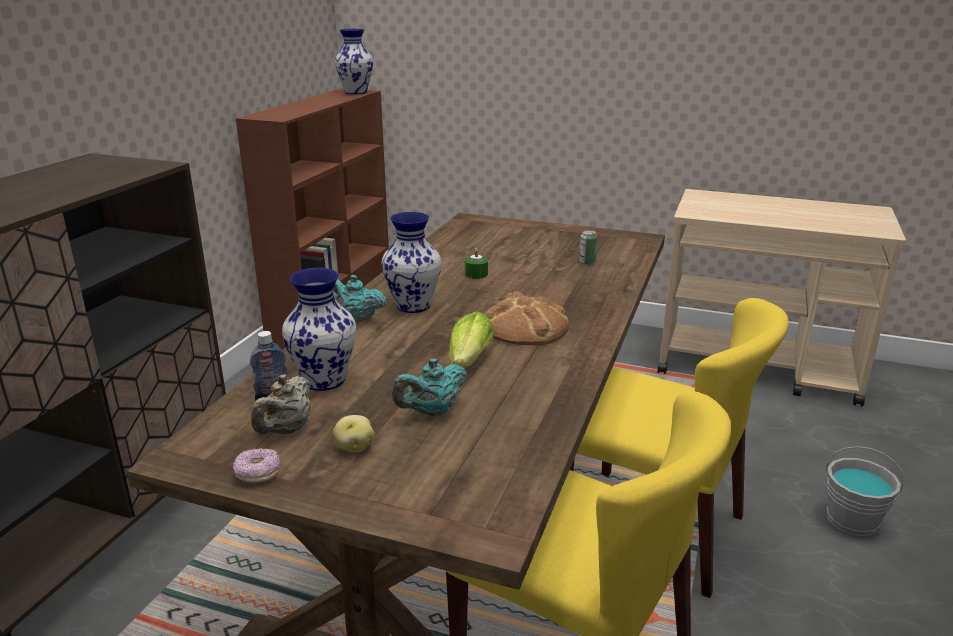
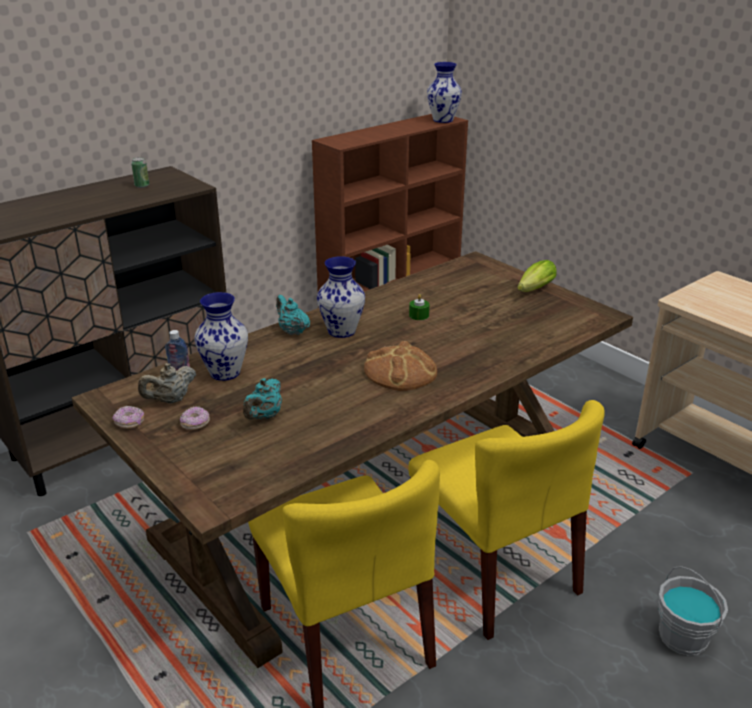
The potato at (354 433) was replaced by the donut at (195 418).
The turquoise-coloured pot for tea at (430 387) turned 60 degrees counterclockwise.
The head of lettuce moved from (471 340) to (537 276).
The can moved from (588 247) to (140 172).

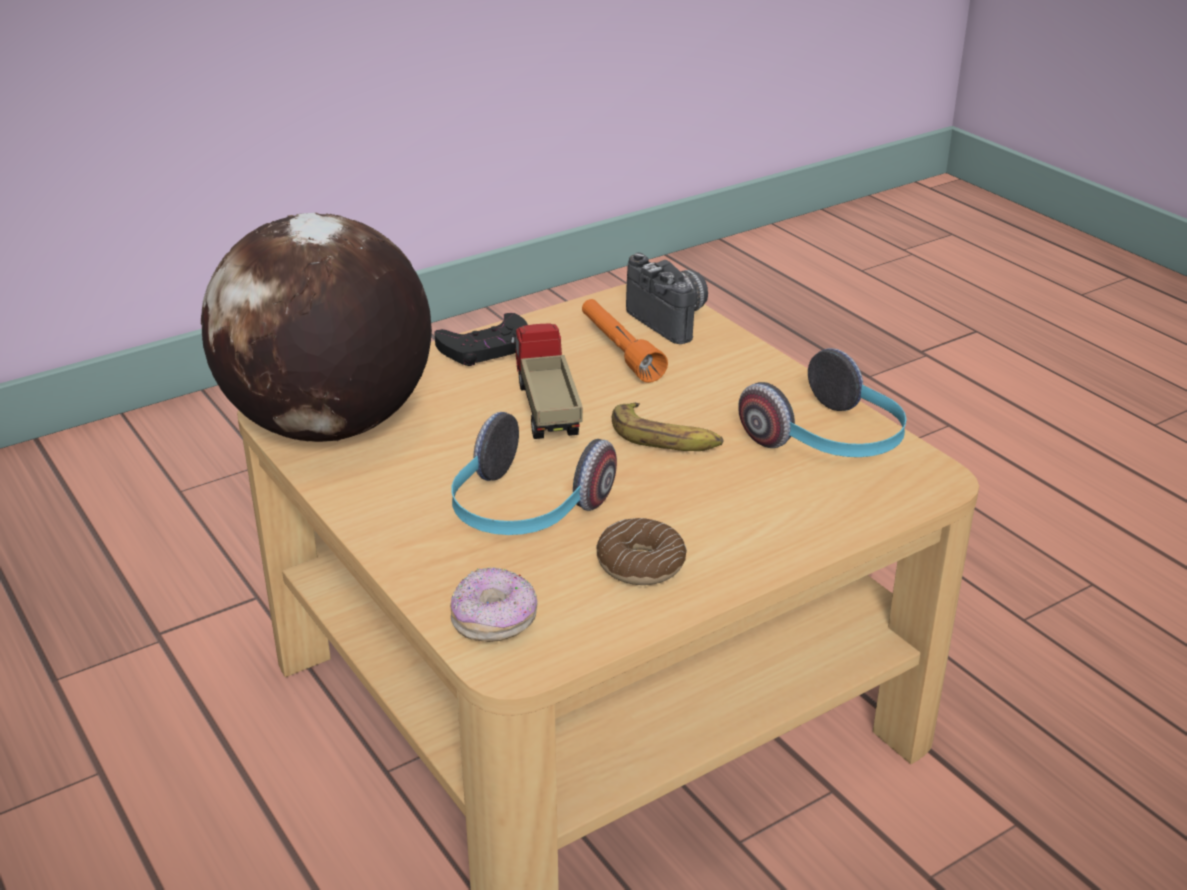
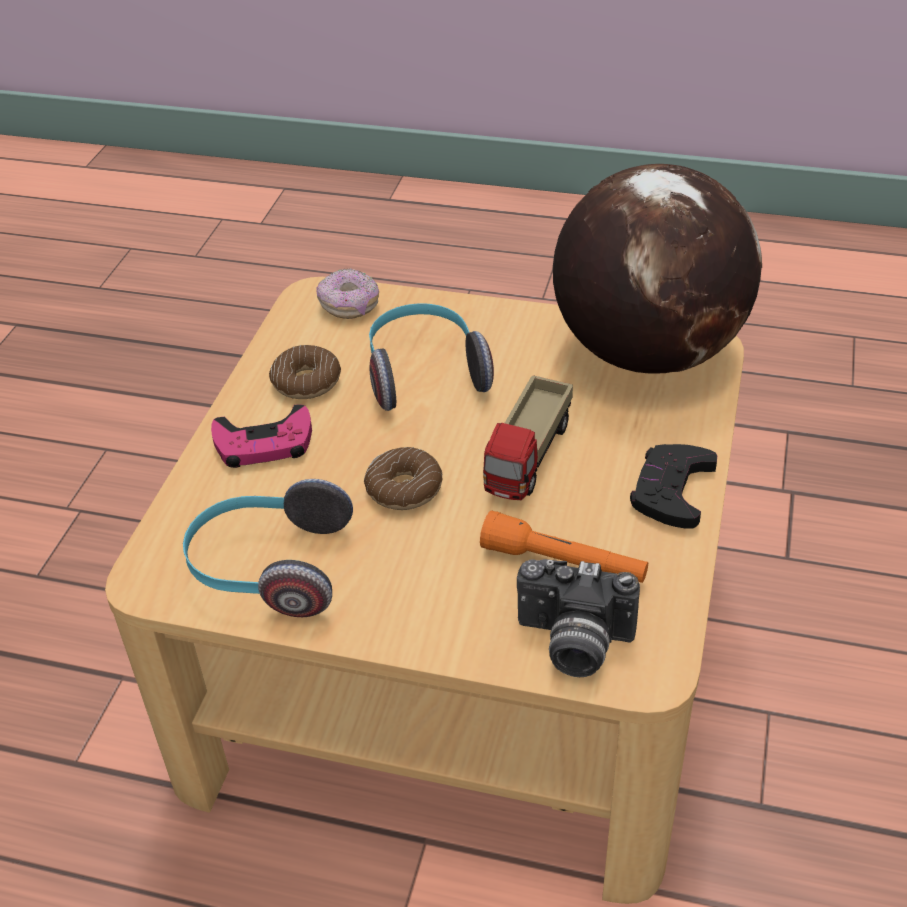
The model truck at (546 381) turned 75 degrees clockwise.
The whole banana at (667 427) was replaced by the donut at (403 478).
The pink-coloured game controller at (261 436) appeared.

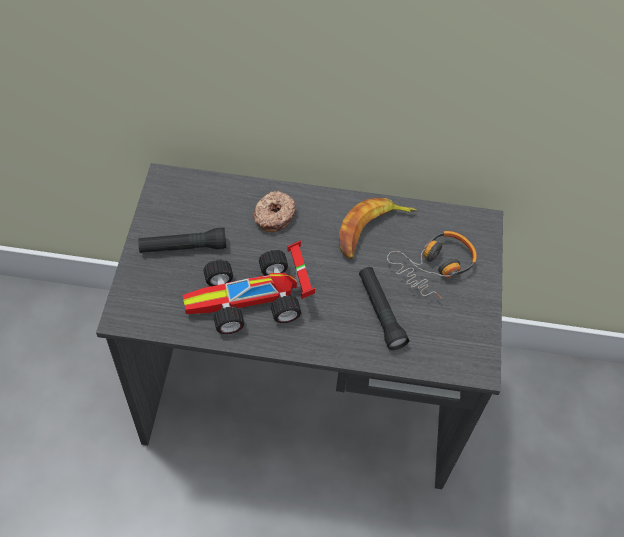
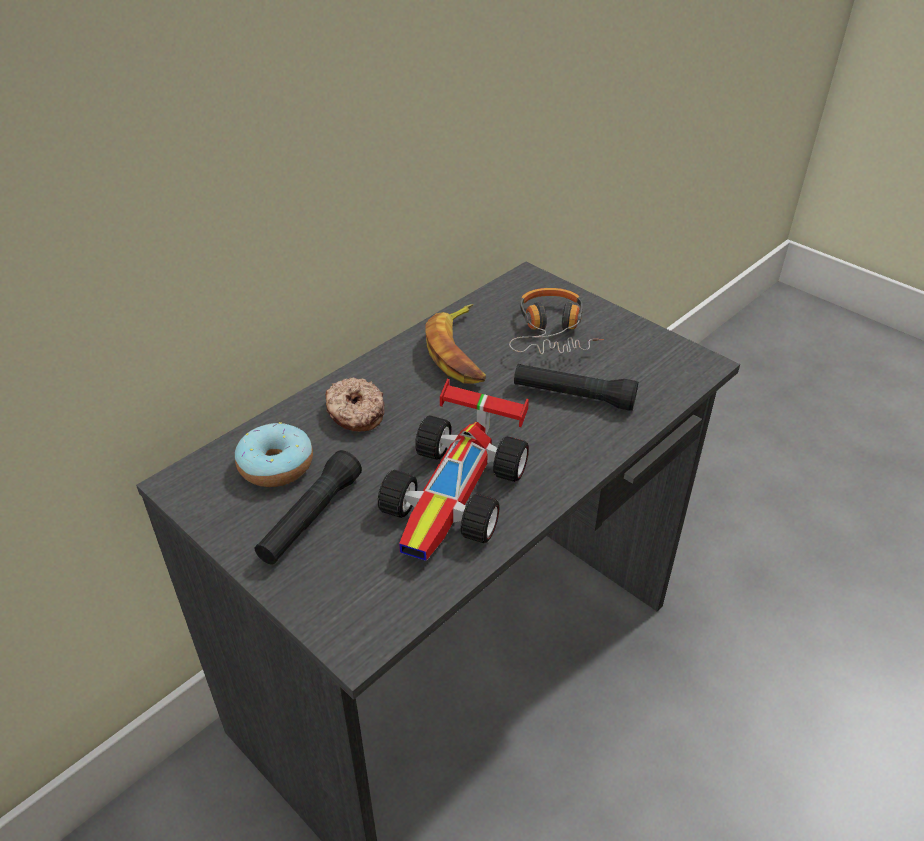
The donut at (274 454) appeared.

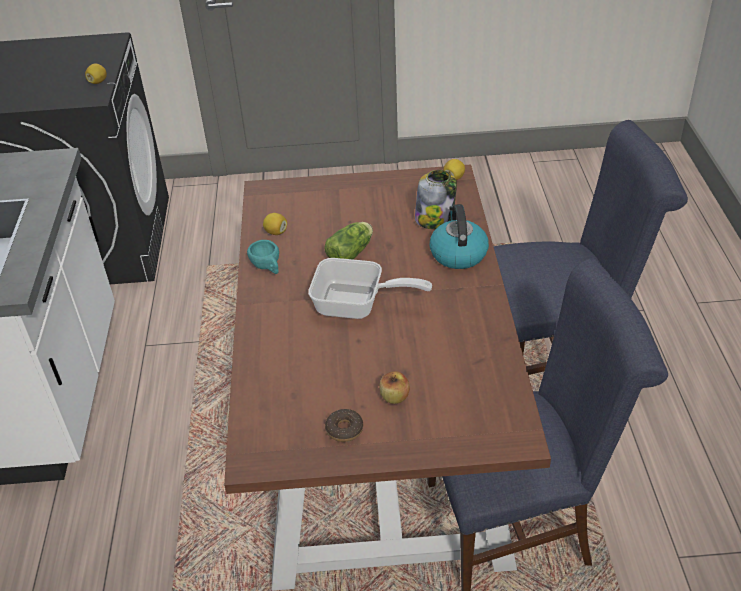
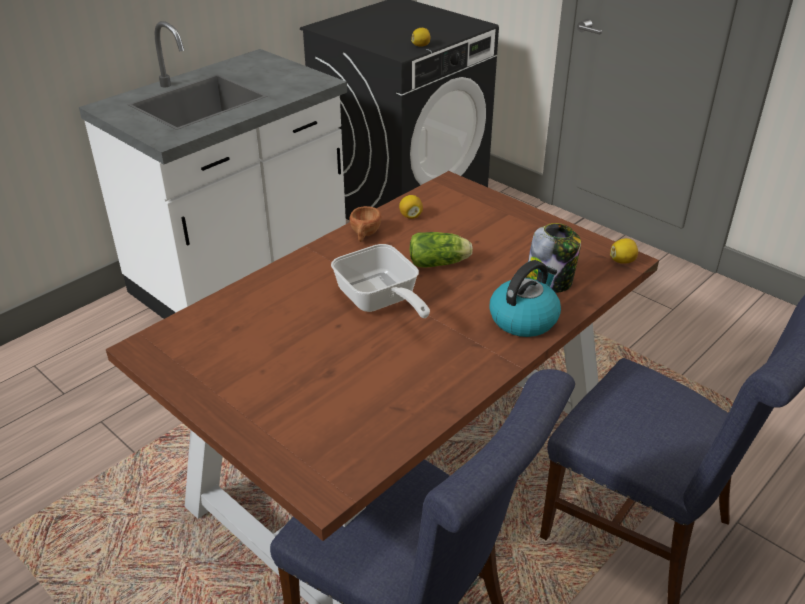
The turquoise-coloured small cup at (263 257) became the brownish small cup at (366 224).
The donut at (344 425) disappeared.
The whole apple at (394 387) disappeared.

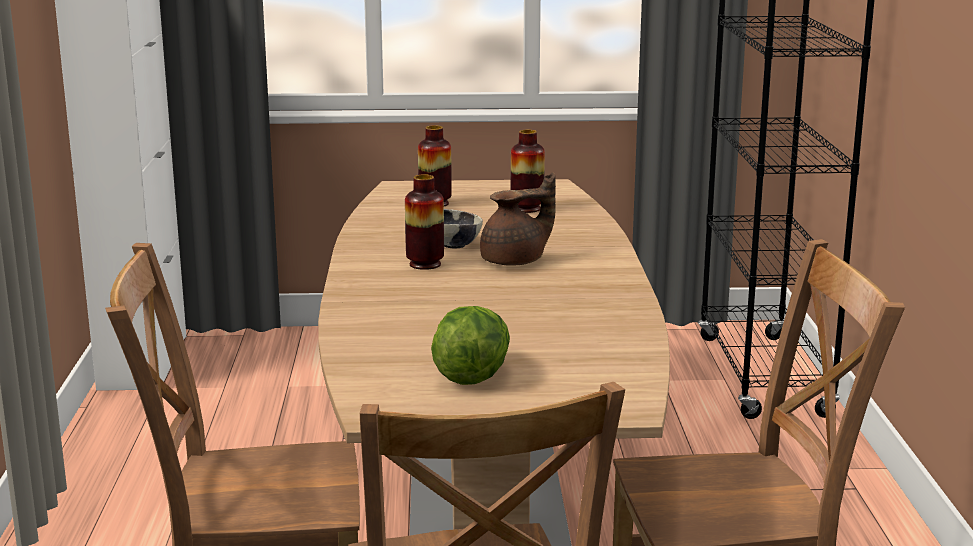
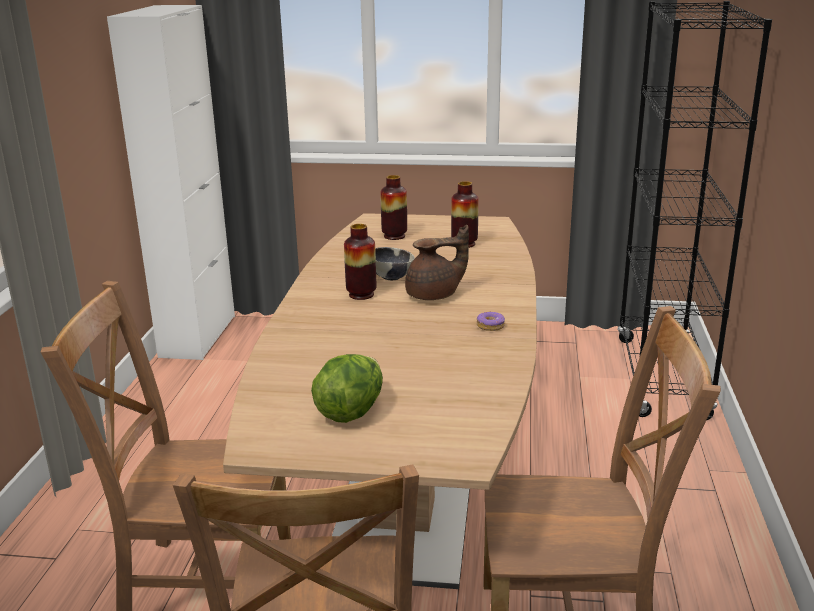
The donut at (491 321) appeared.

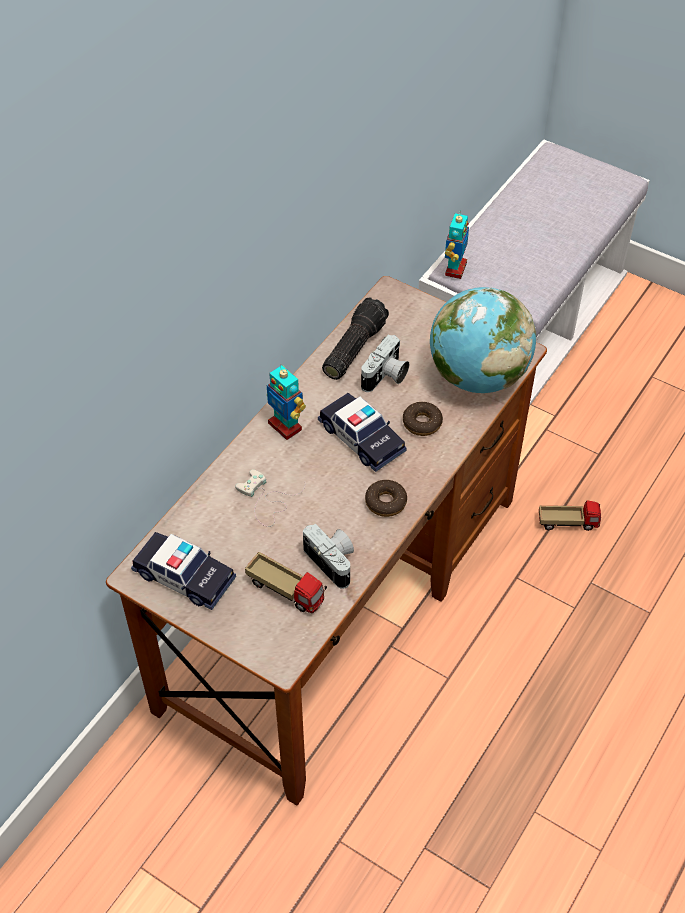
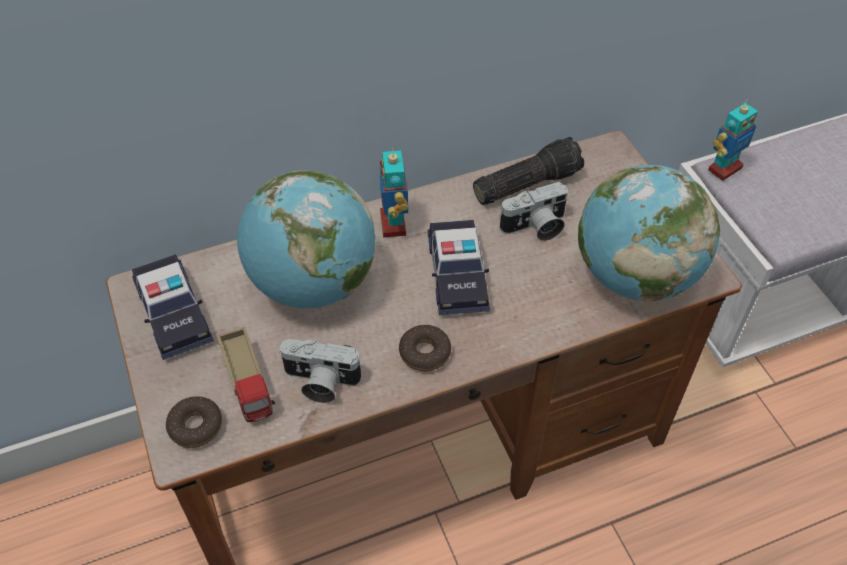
The whitish game controller at (270 498) was replaced by the world globe at (306 239).
The still camera at (328 556) turned 105 degrees clockwise.
The donut moved from (423 418) to (194 422).
The model truck at (570 515) disappeared.

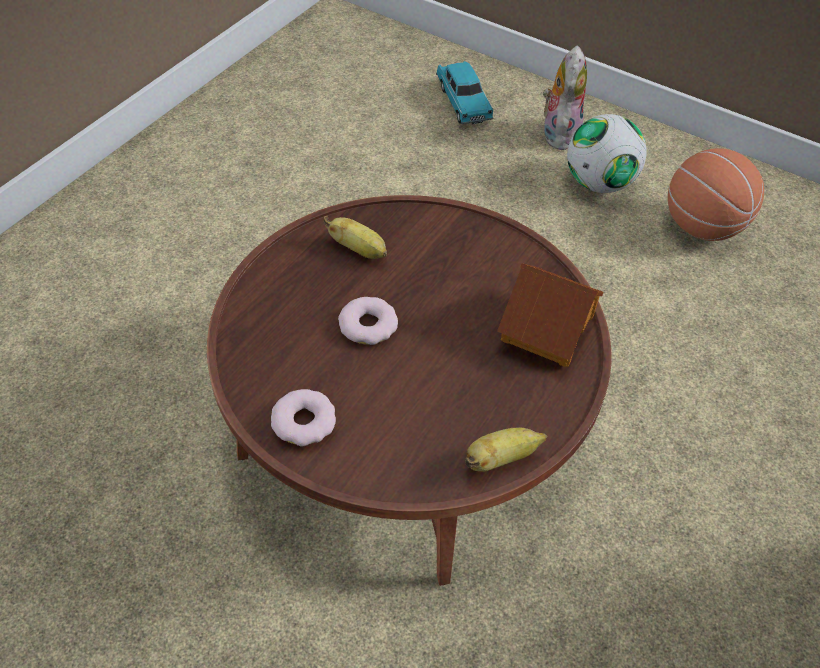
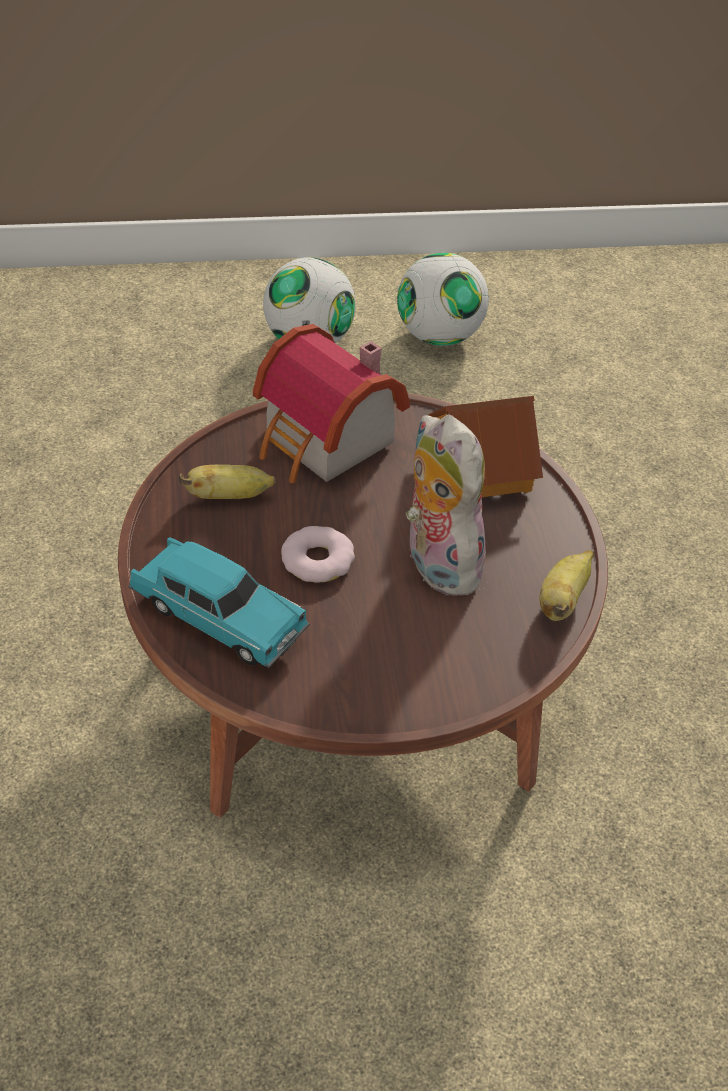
The donut at (303 417) disappeared.
The turquoise-coloured toy car moved from (464 92) to (219 602).
The plush toy moved from (565 97) to (447 505).
The basketball at (716 194) was replaced by the ball for football at (443 299).
The model house at (331 404) appeared.

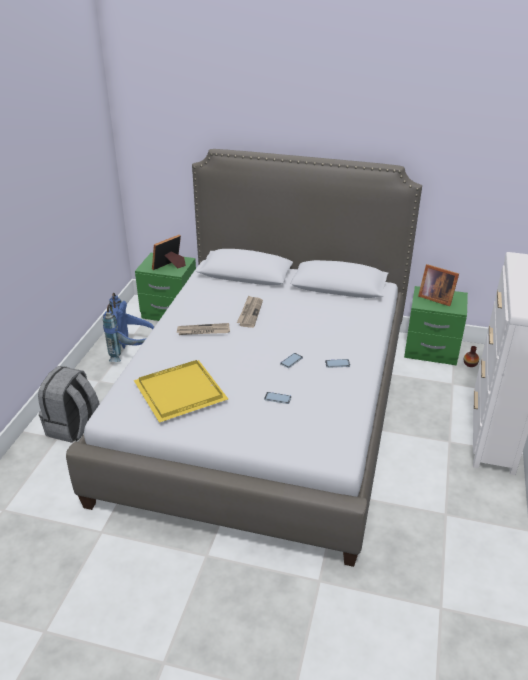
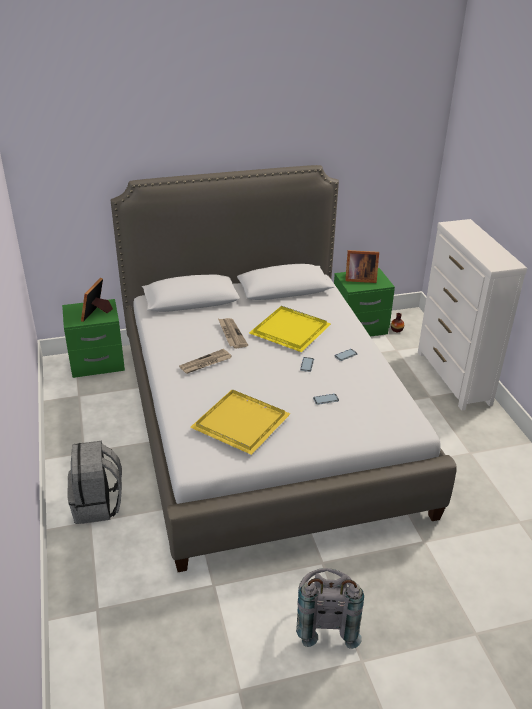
The bluish knapsack at (128 327) disappeared.
The yellow carrying tray at (290 329) appeared.
The grey knapsack at (330 608) appeared.

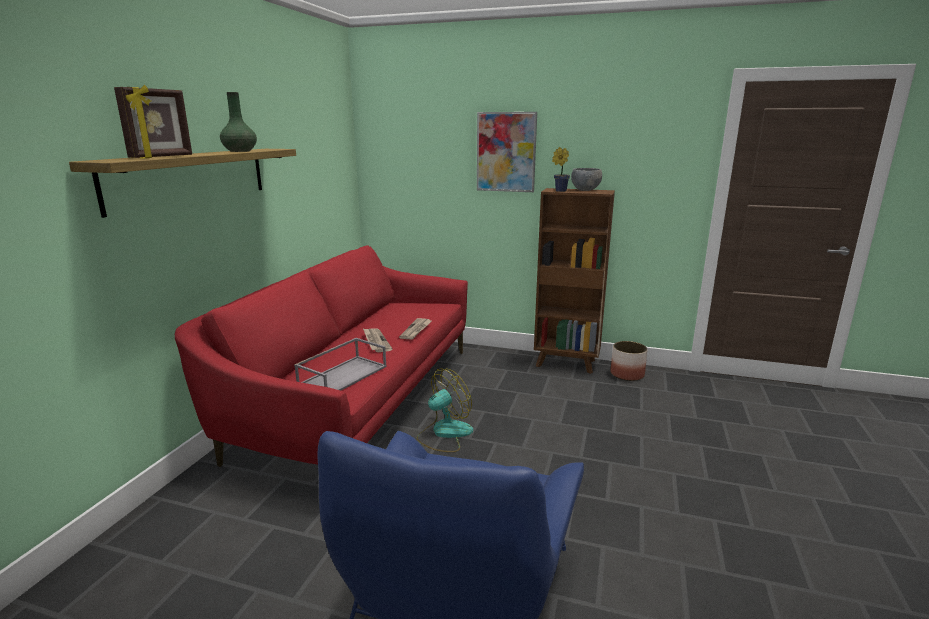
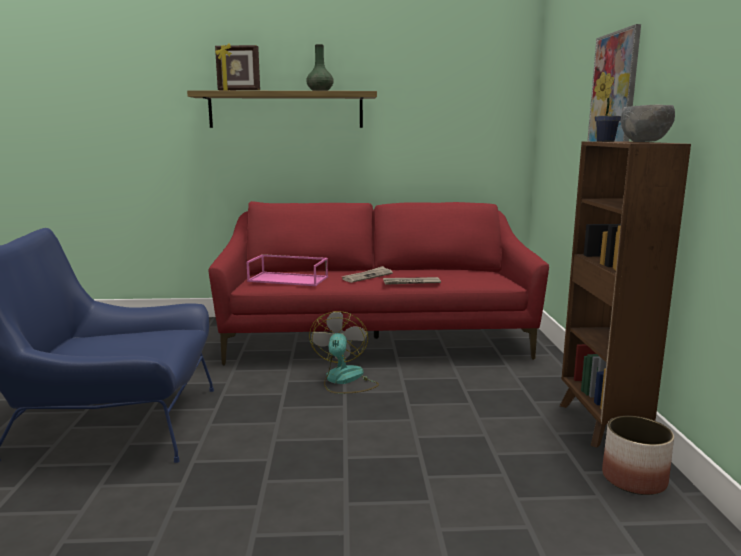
The grey carrying tray at (340 364) became the pink-coloured carrying tray at (287 270).
The cooling fan at (445 410) turned 120 degrees counterclockwise.

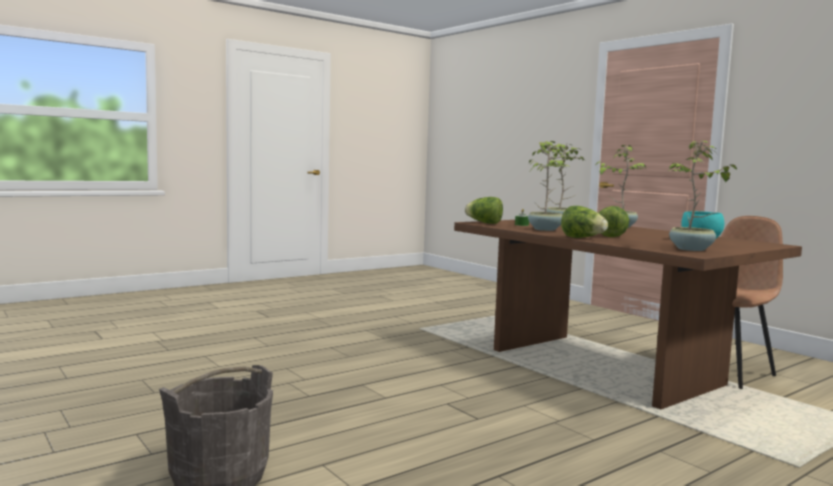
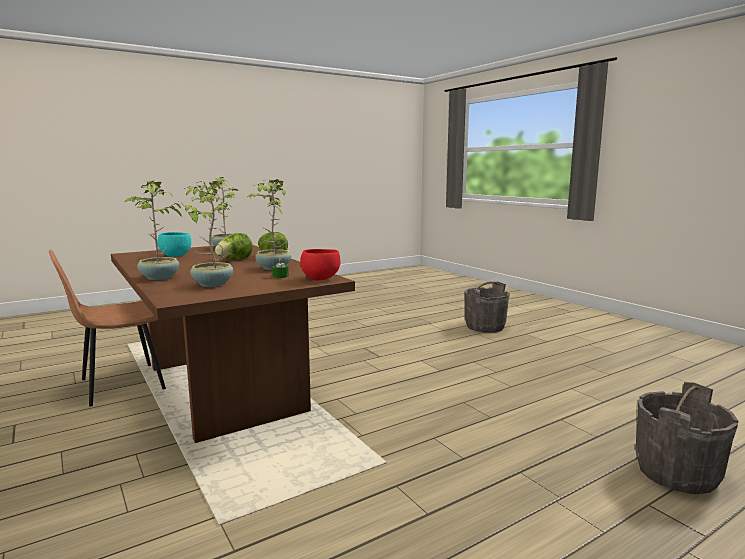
The head of lettuce at (484 210) was replaced by the red deep dish at (320 264).
The grey pail at (686 438) appeared.

